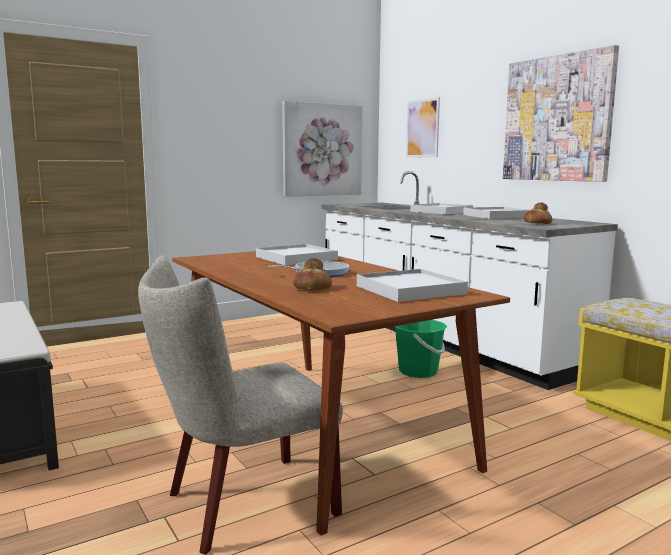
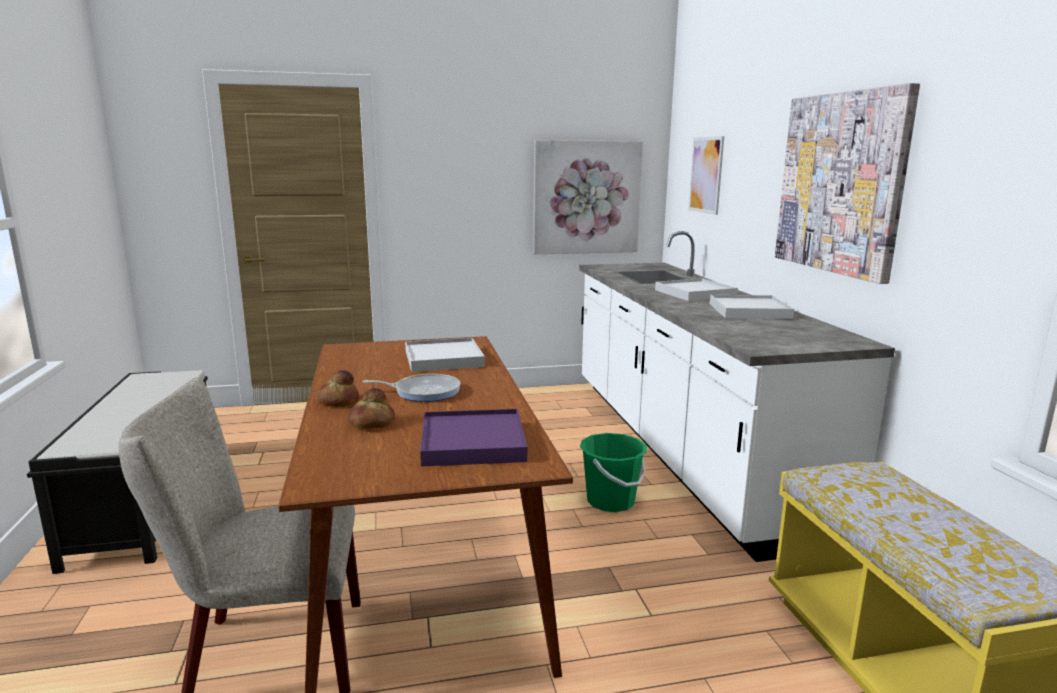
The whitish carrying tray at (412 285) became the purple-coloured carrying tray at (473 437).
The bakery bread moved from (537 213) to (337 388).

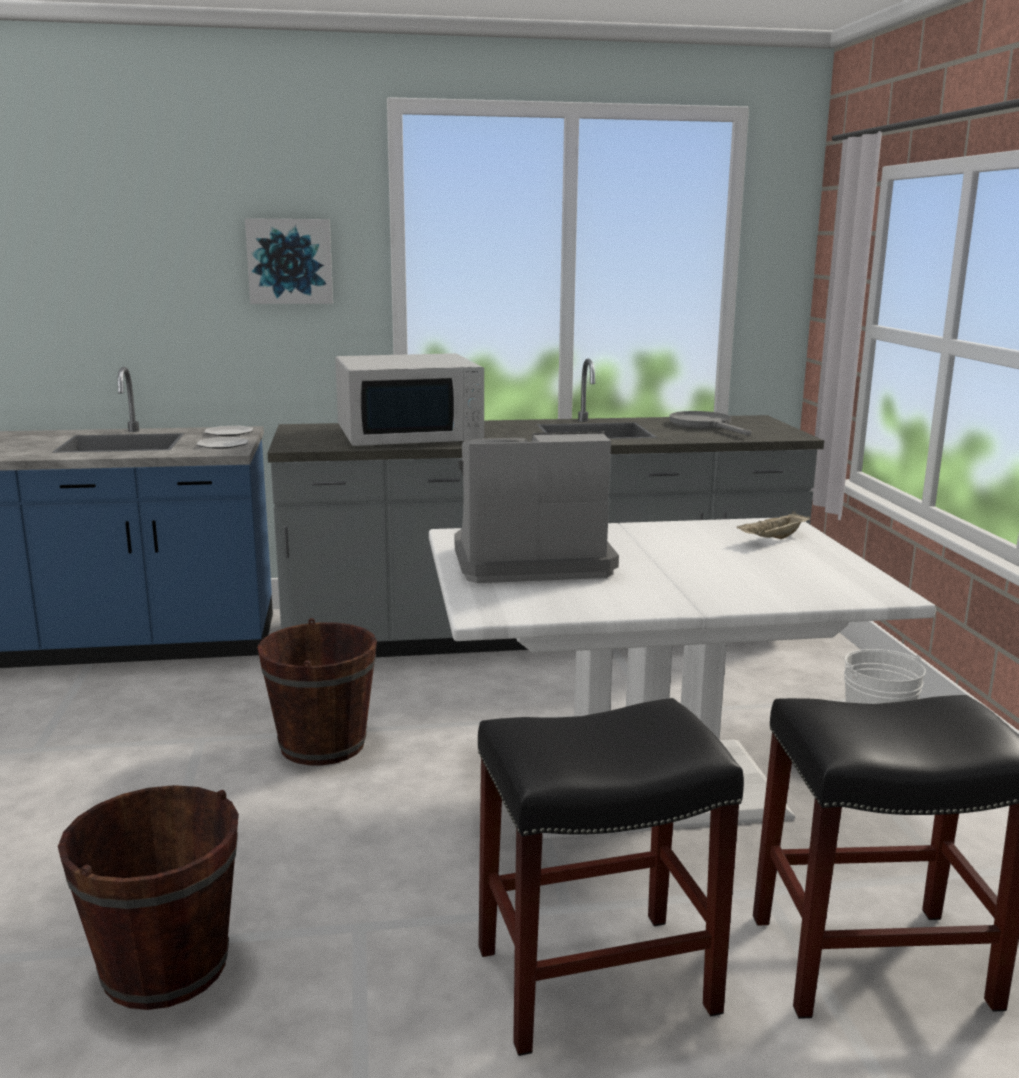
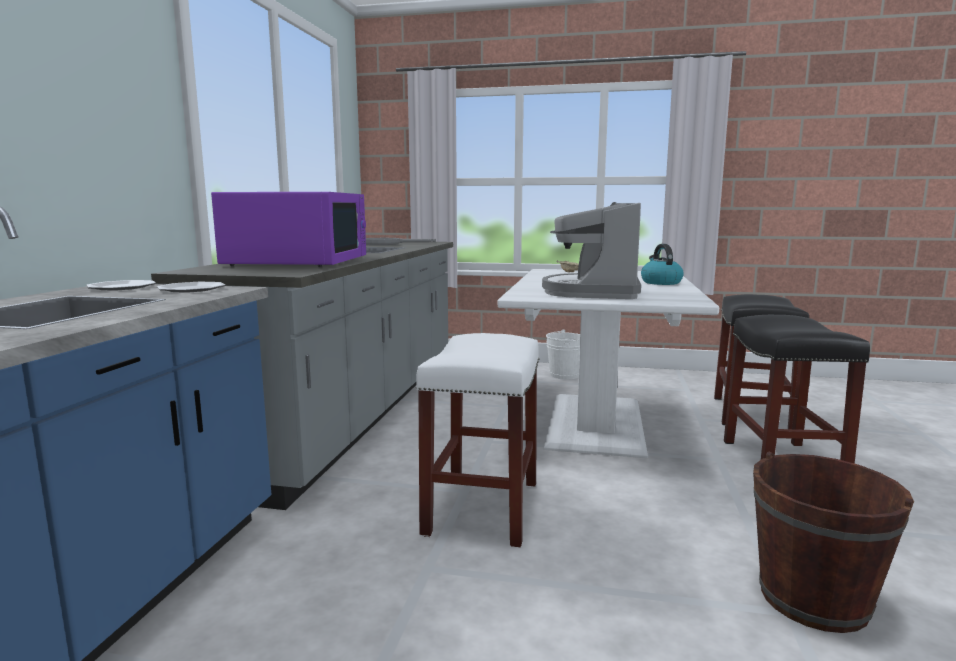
The wall picture at (289 261) disappeared.
The brownish pail at (317 692) was replaced by the whitish stool seat at (477 440).
The whitish microwave oven at (409 399) became the purple-coloured microwave oven at (288 229).
The tea kettle at (662 264) appeared.

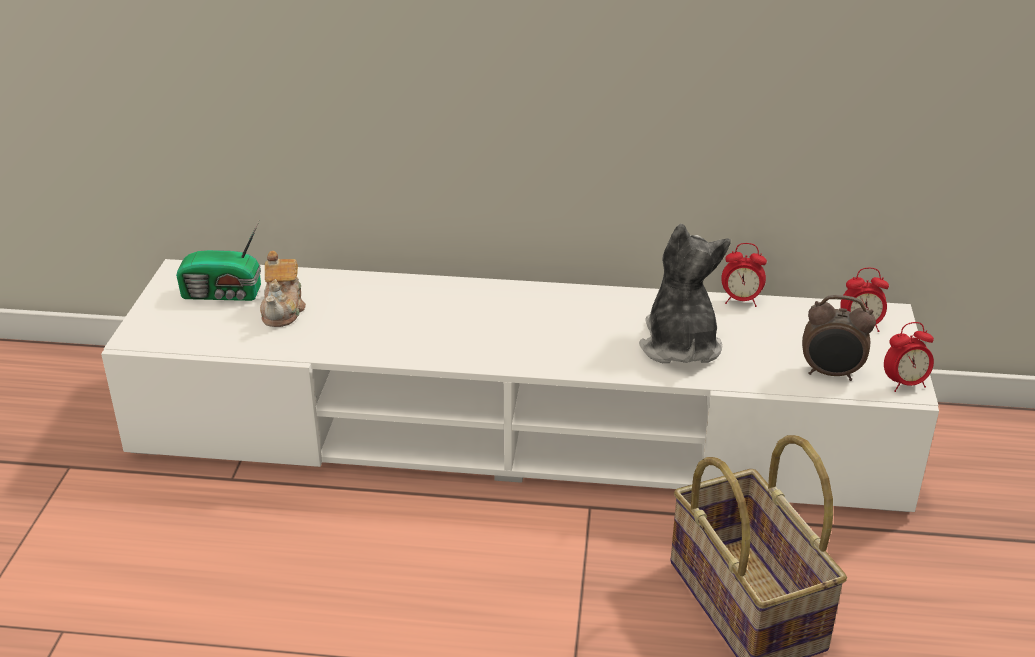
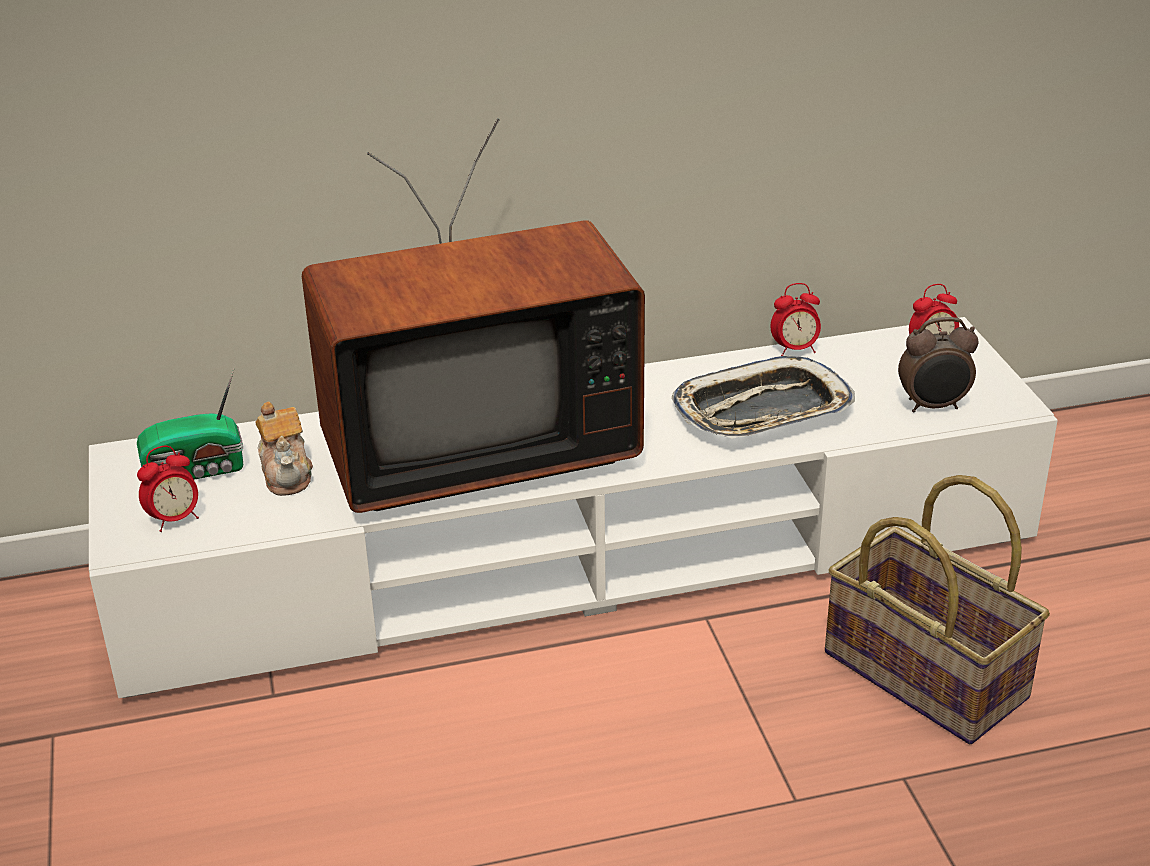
The plush toy at (685 293) was replaced by the carrying tray at (763 397).
The bedside clock moved from (909 357) to (168 489).
The television at (473 315) appeared.

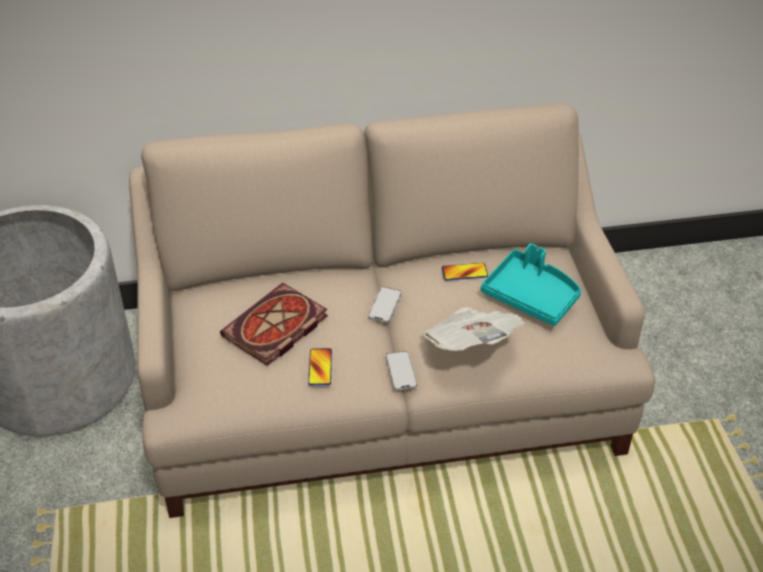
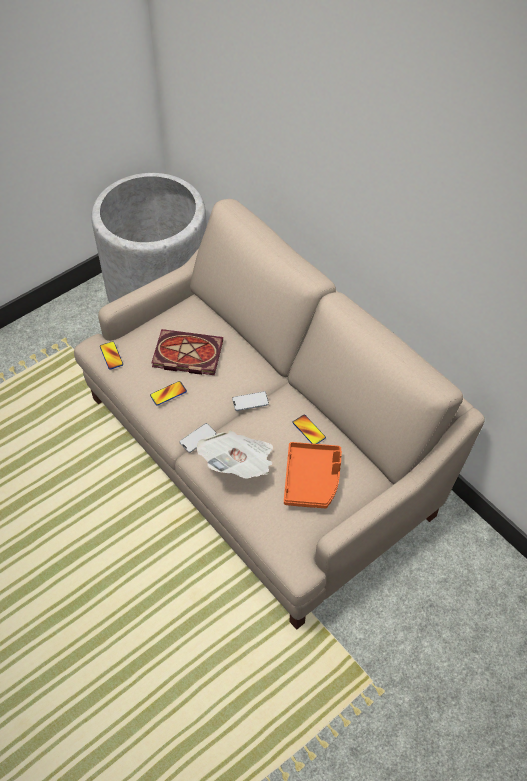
The turquoise-coloured carrying tray at (531 285) became the orange-coloured carrying tray at (313 475).
The telephone at (111 355) appeared.

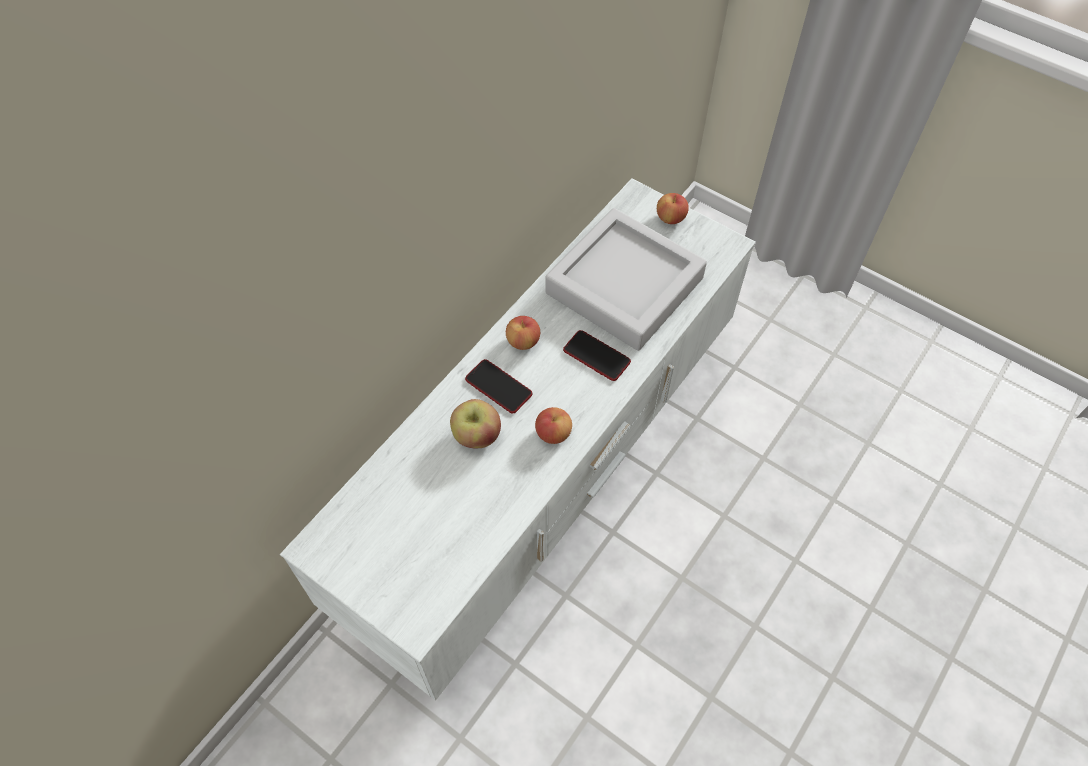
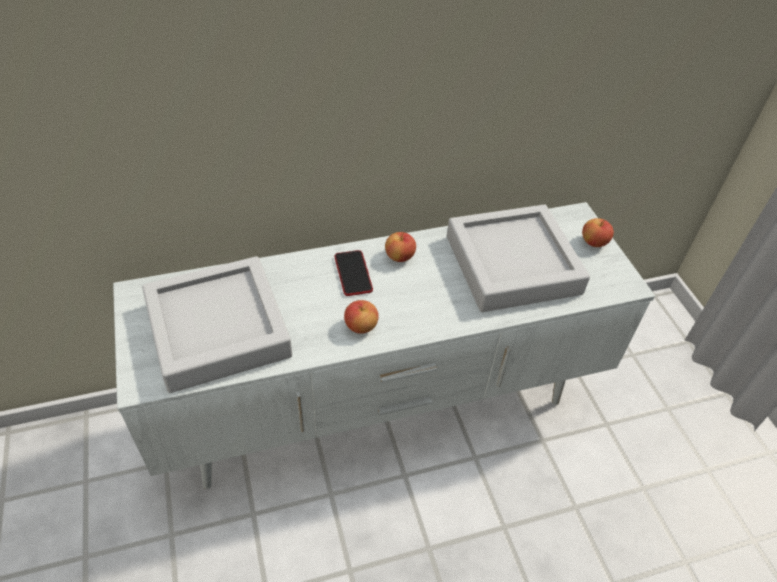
The whole apple at (475 423) disappeared.
The telephone at (597 355) disappeared.
The grey carrying tray at (217 324) appeared.

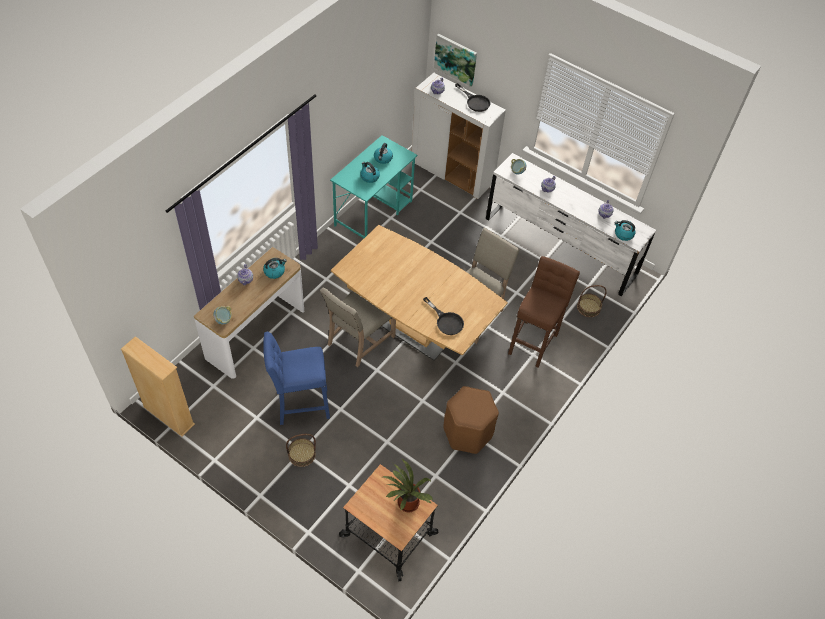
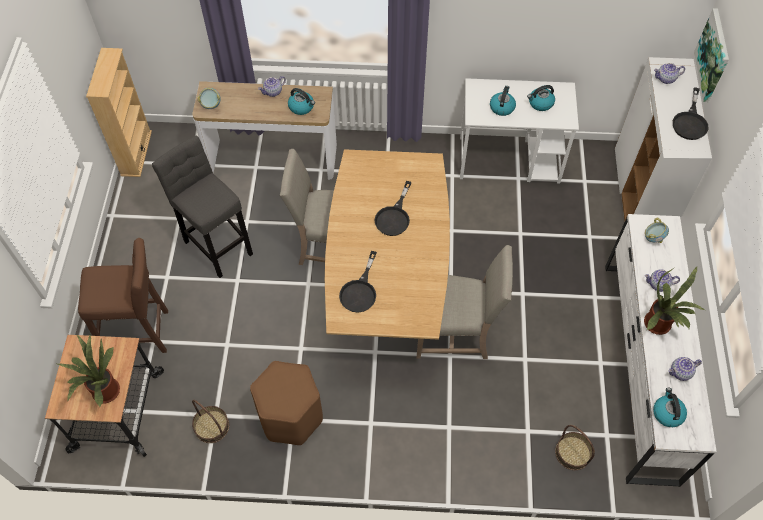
The bluish stool seat at (296 378) became the grey stool seat at (202 207).
The household basket moved from (301 450) to (210 421).
The turquoise-coloured desk unit at (373 186) became the whitish desk unit at (519 130).
The brownish stool seat moved from (544 311) to (123 295).
The black frying pan at (393 208) appeared.
The potted plant at (674 301) appeared.

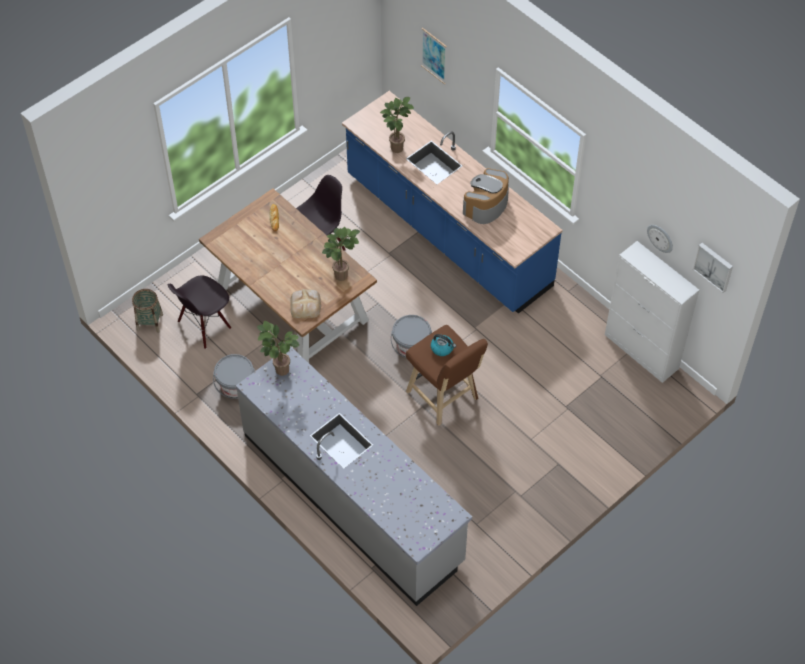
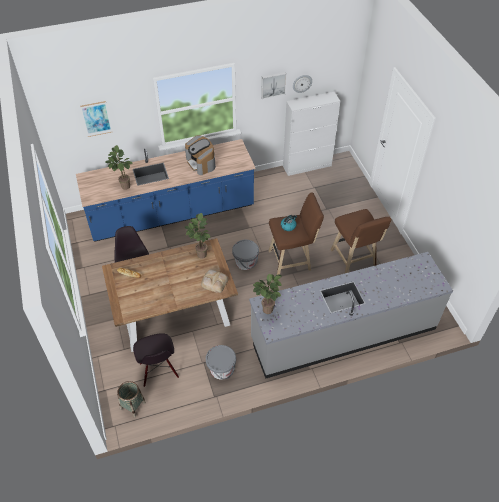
The wall picture moved from (713 268) to (273 85).
The brownish stool seat at (361 241) appeared.

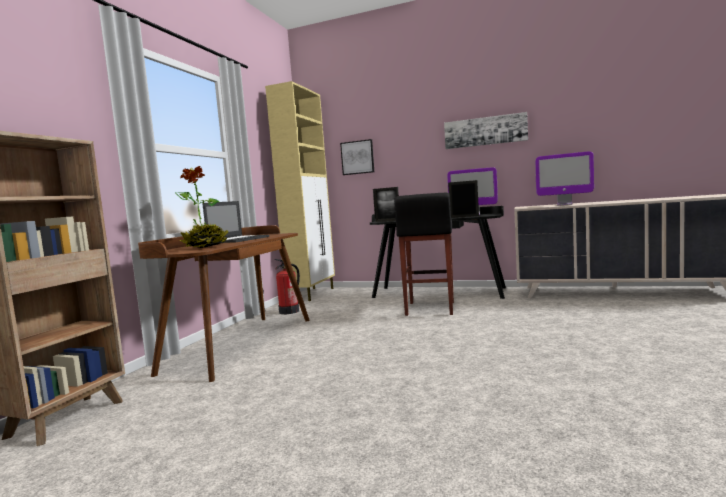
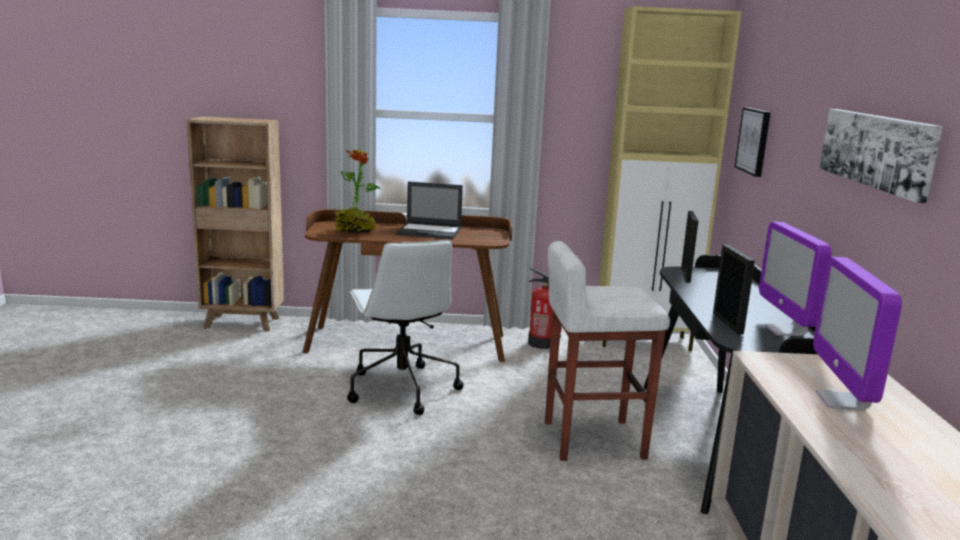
The black stool seat at (424 254) became the whitish stool seat at (607 351).
The whitish computer chair at (405 327) appeared.

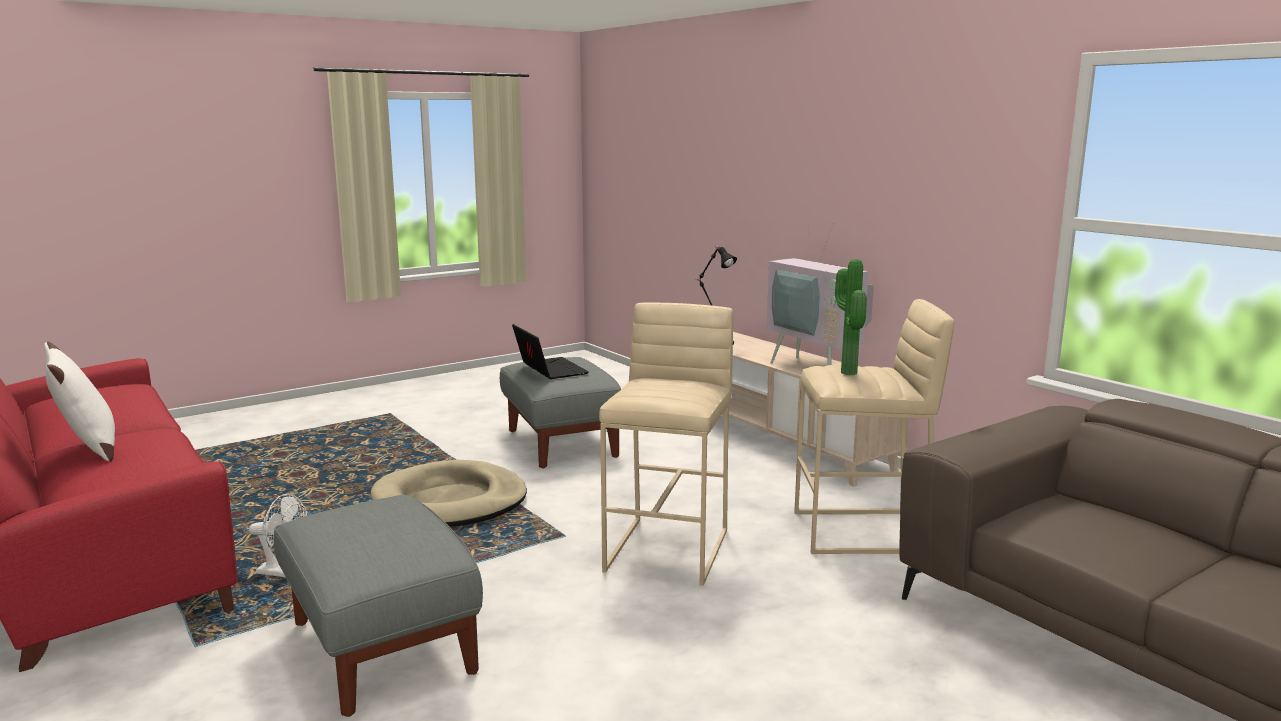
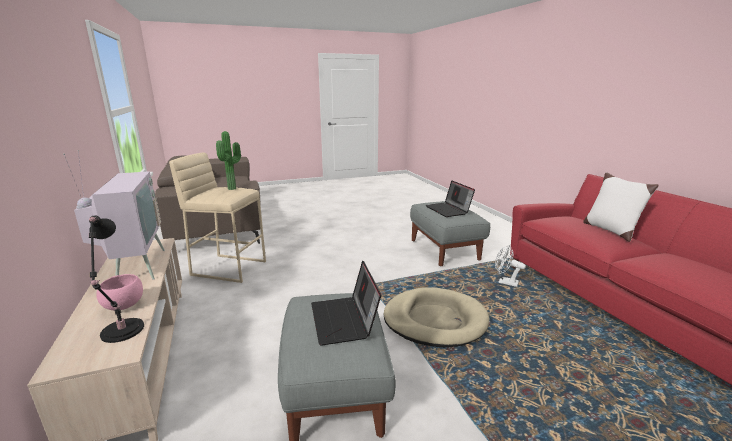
The beige stool seat at (666 444) disappeared.
The pink-coloured deep dish at (119 292) appeared.
The portable computer at (450 199) appeared.

